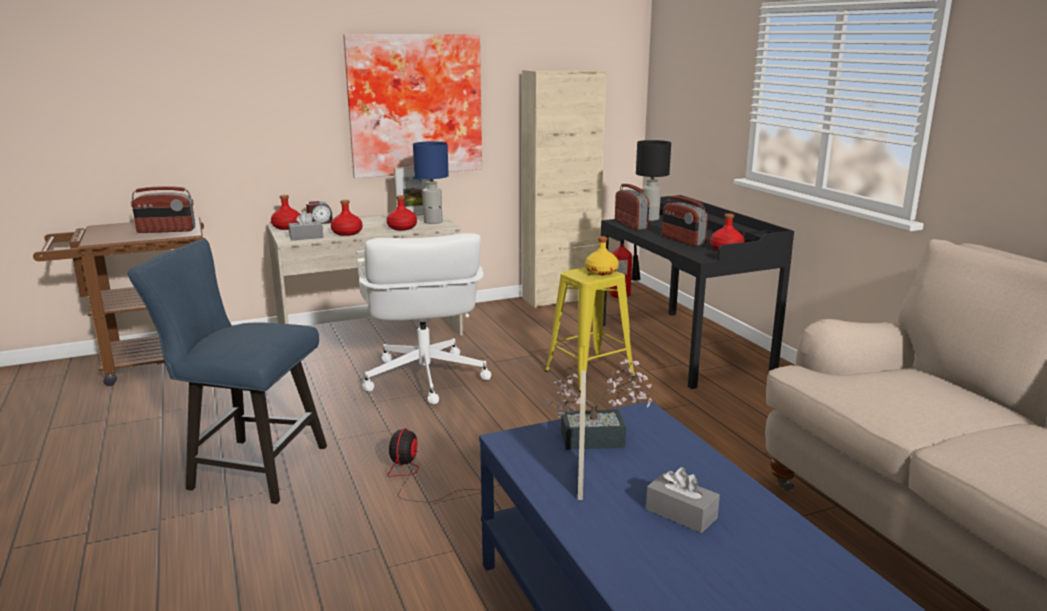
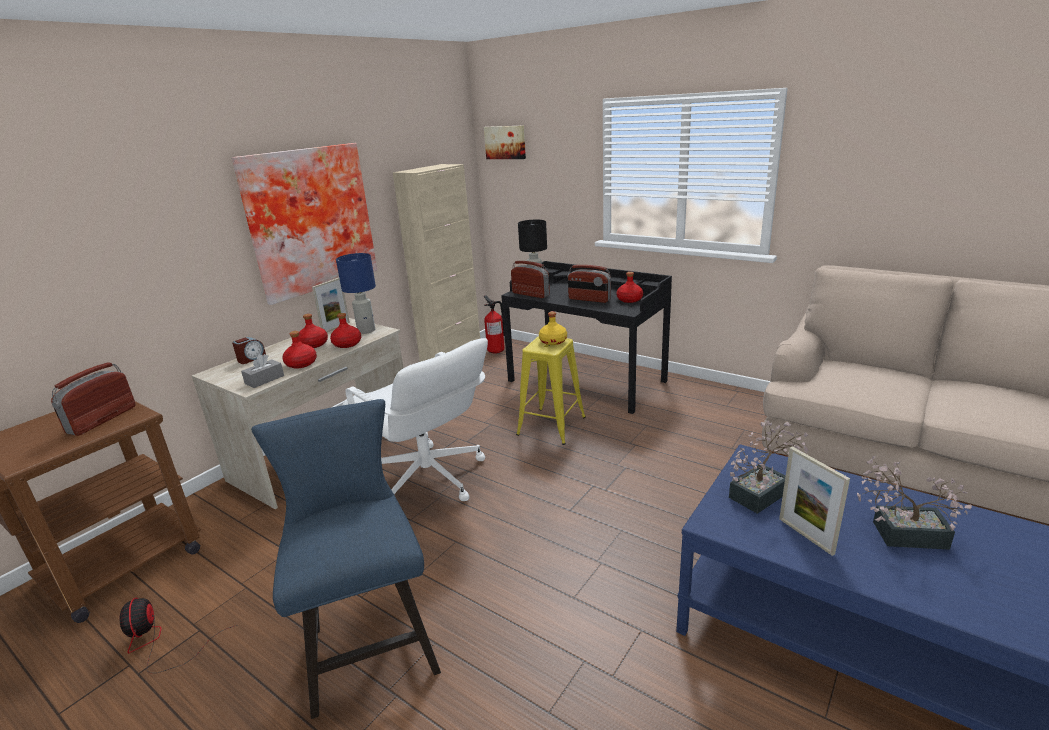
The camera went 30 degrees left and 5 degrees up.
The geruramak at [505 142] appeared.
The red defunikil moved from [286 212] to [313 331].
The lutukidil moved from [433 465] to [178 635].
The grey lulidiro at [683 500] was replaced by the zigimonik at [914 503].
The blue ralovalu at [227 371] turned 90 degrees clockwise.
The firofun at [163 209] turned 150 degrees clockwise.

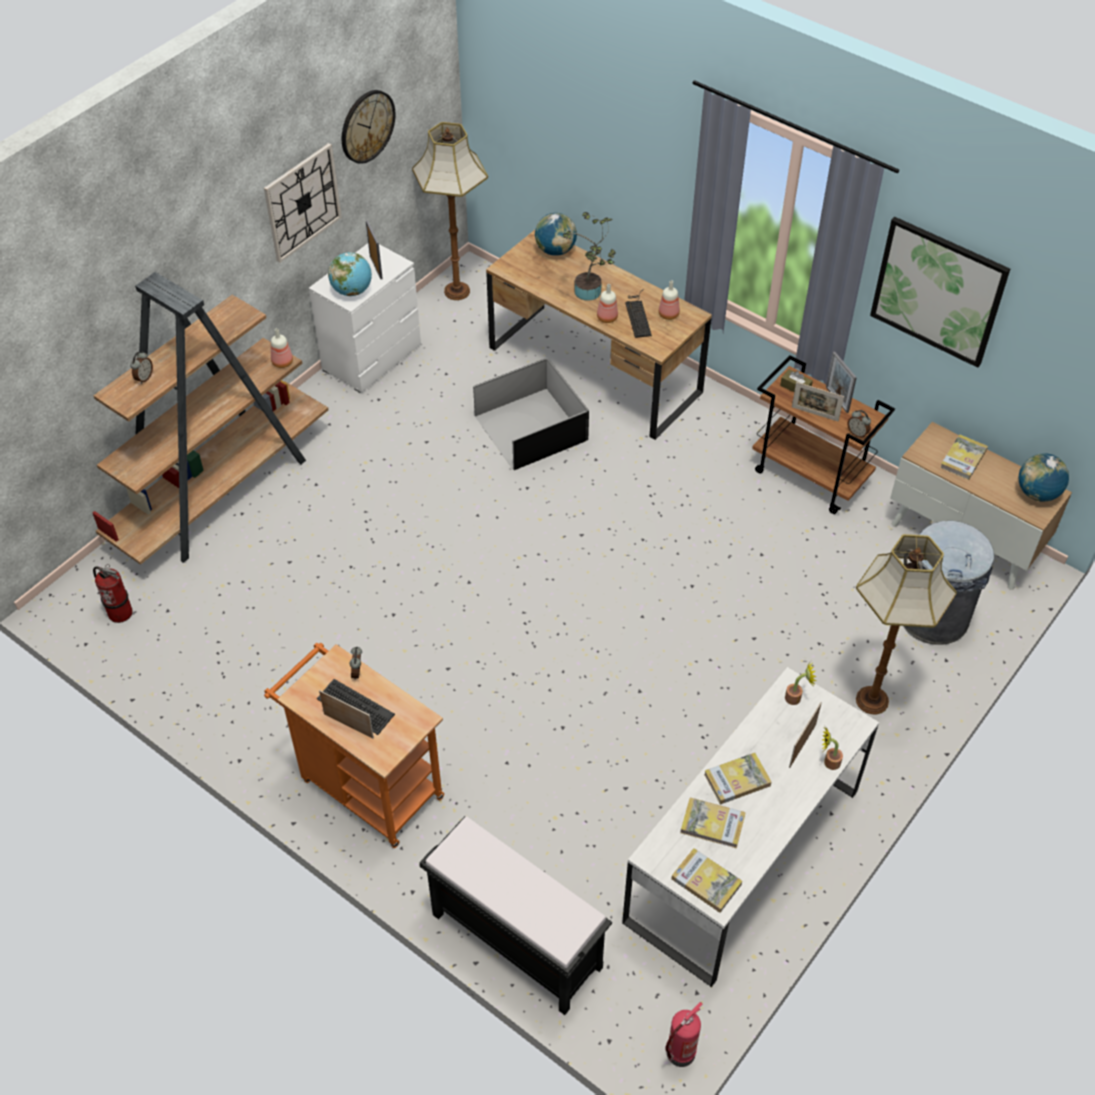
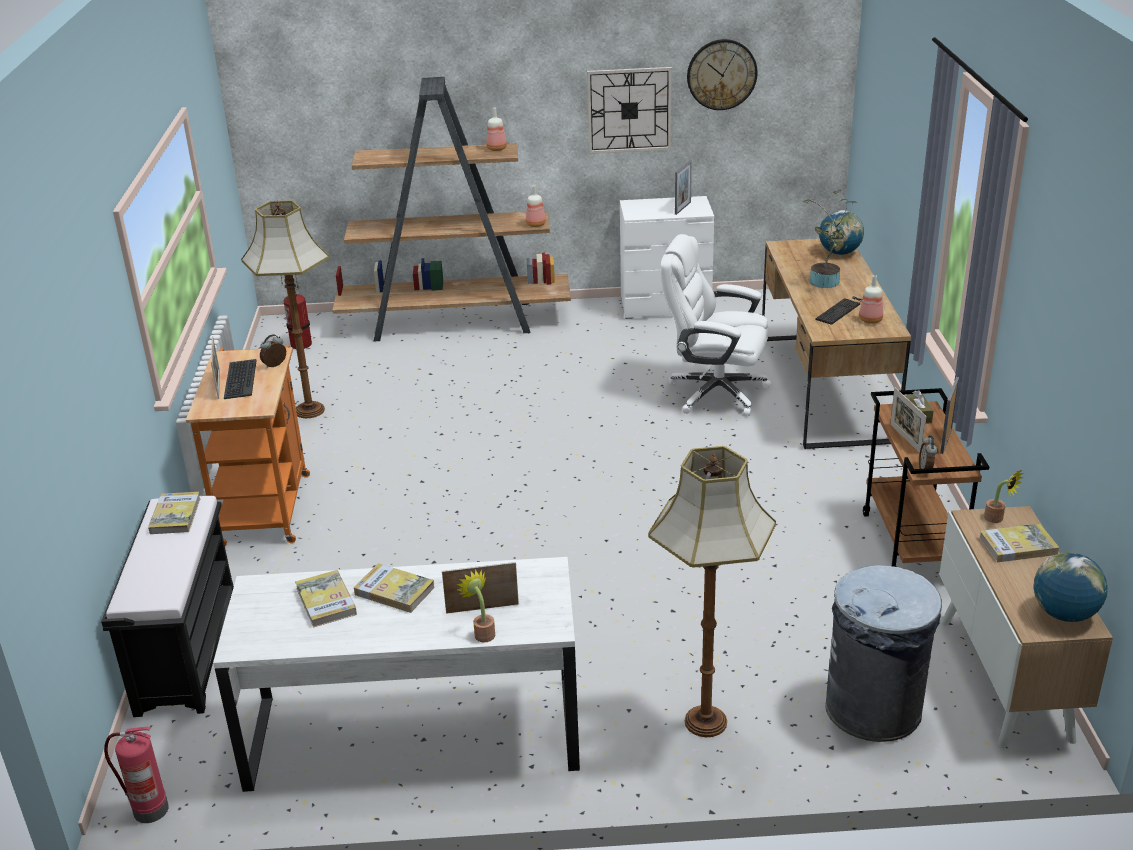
The camera went 50 degrees right and 20 degrees down.
The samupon at [141 367] disappeared.
The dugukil at [350 274] disappeared.
The geruramak at [940 292] disappeared.
The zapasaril moved from [450 211] to [285 309].
The defunikil moved from [607 303] to [496 129].
The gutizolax moved from [706 880] to [174 513].
The zigimonik moved from [800 683] to [1004 496].
The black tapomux at [531 414] was replaced by the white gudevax at [716 325].

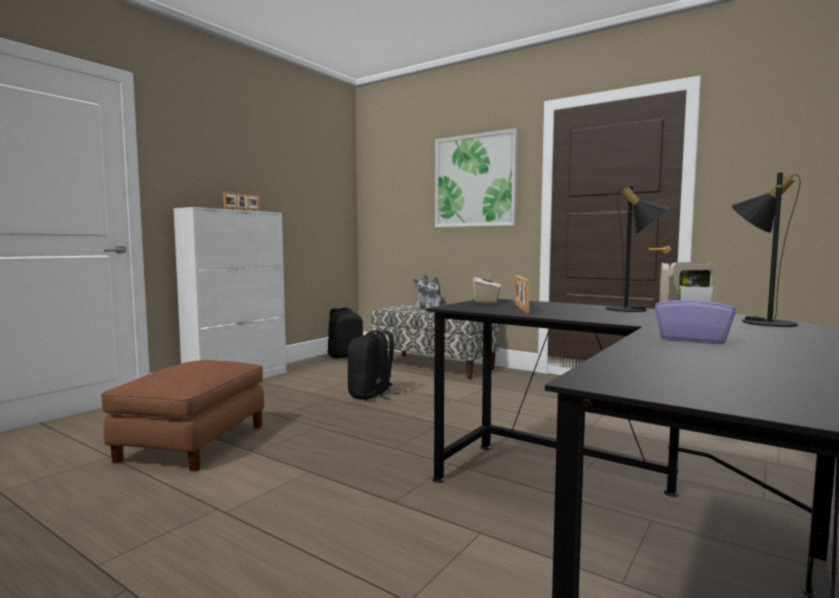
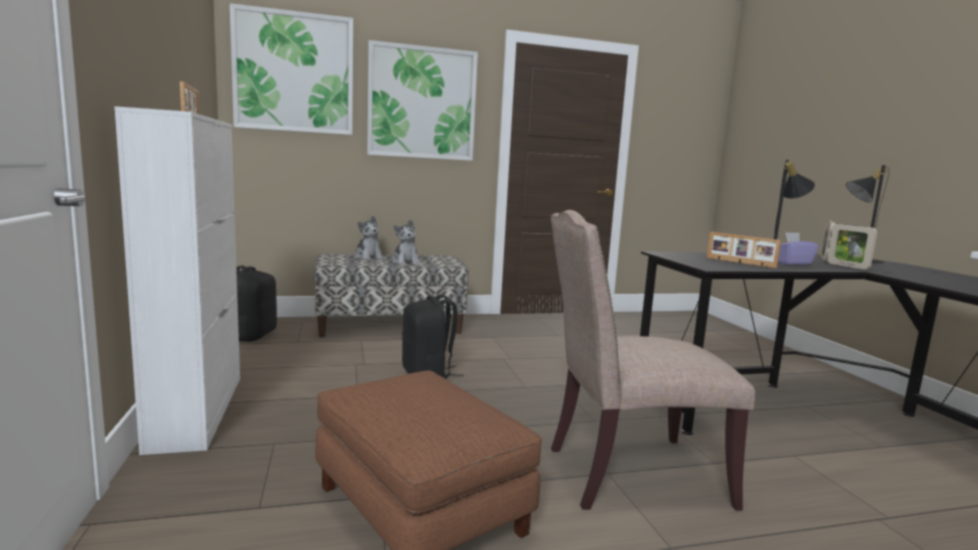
The camera went 50 degrees left and 5 degrees up.
The beige lulidiro at [487 287] disappeared.
The geruramak at [291 69] appeared.
The beige ralovalu at [653 360] appeared.
The purple lulidiro moved from [695 315] to [798 248].

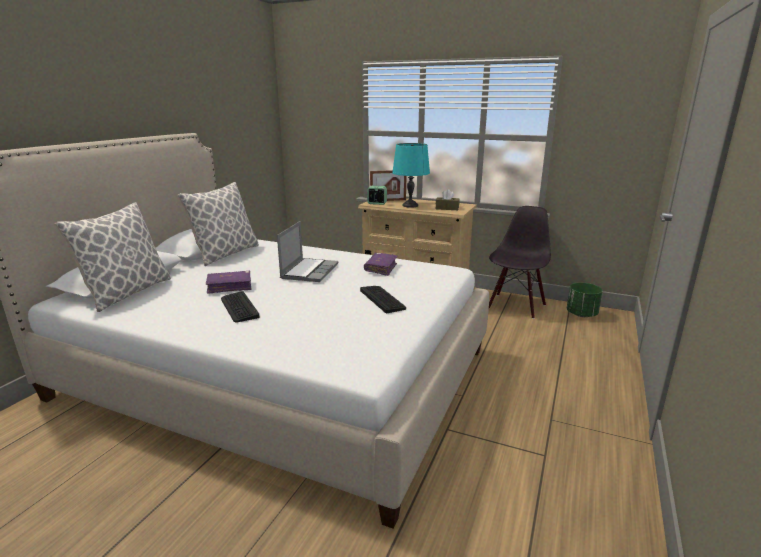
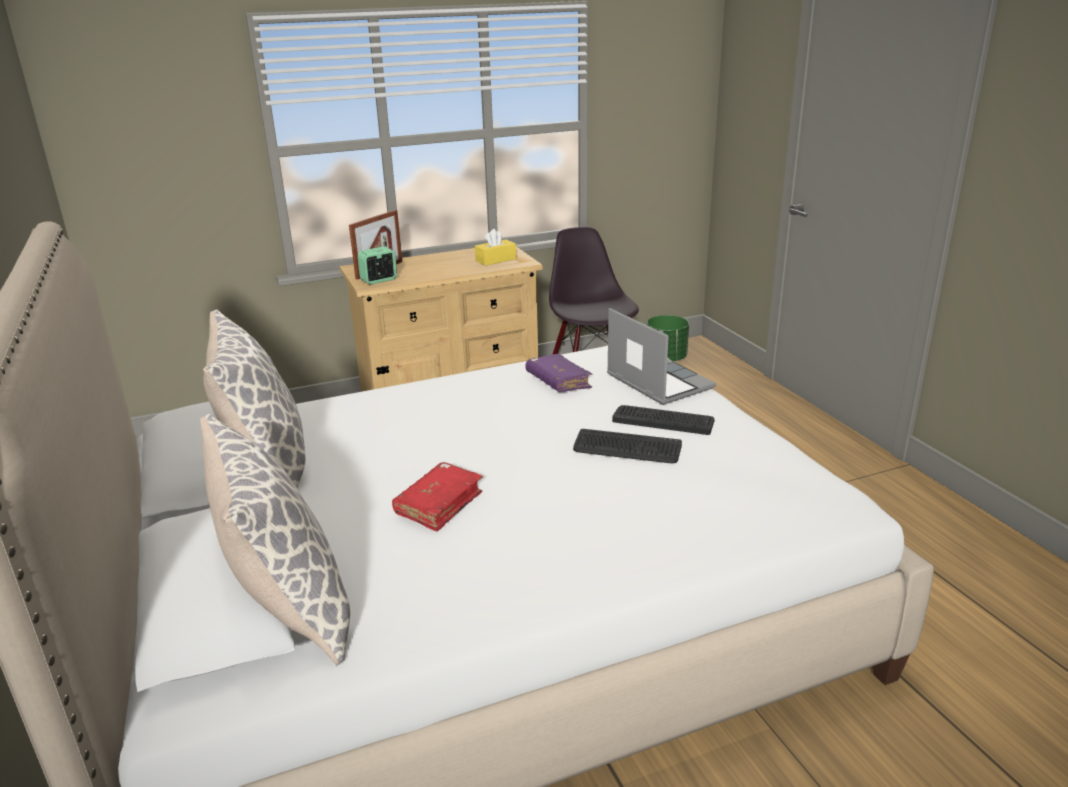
The camera went 45 degrees left and 5 degrees up.
The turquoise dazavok at [411 175] disappeared.
The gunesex moved from [240 306] to [627 446].
The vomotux moved from [307 251] to [661 356].
The purple gutizolax at [228 282] became the red gutizolax at [437 497].
The brown lulidiro at [447 199] became the yellow lulidiro at [495 247].

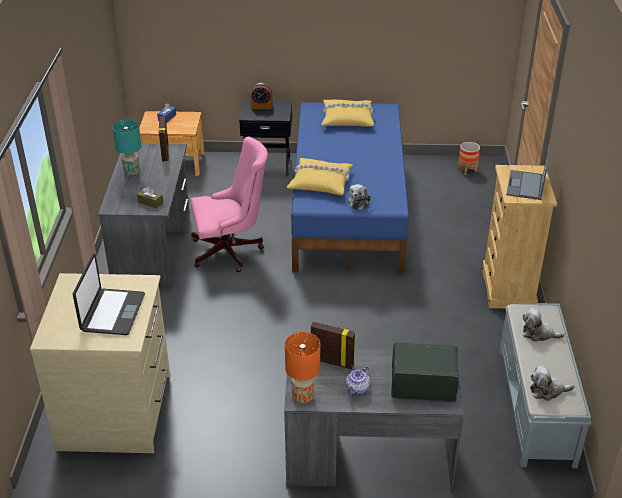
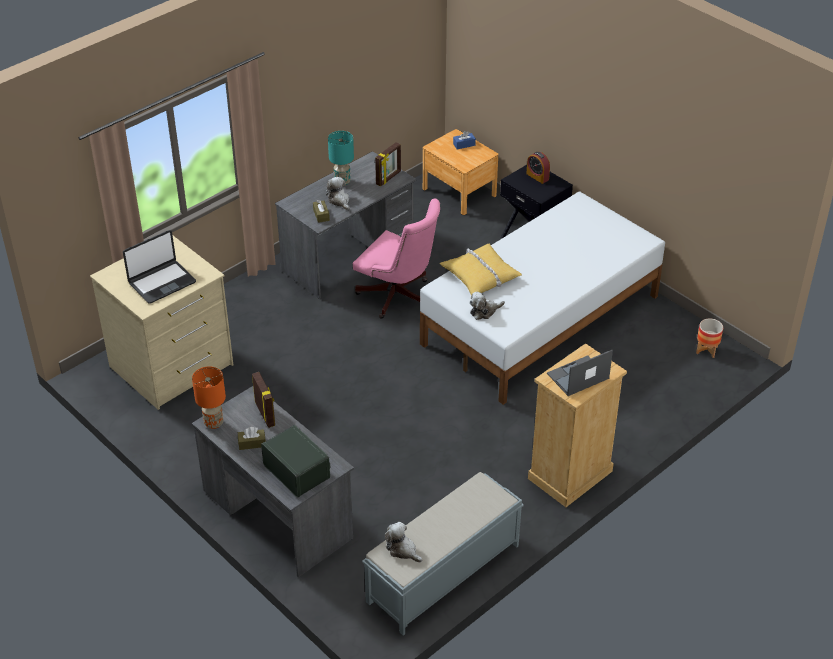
The camera went 45 degrees right and 5 degrees up.
The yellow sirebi at [347 113] disappeared.
The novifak moved from [544 325] to [338 193].
The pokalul at [357 380] was replaced by the brown lulidiro at [252 438].
The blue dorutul at [350 188] became the white dorutul at [542 298].

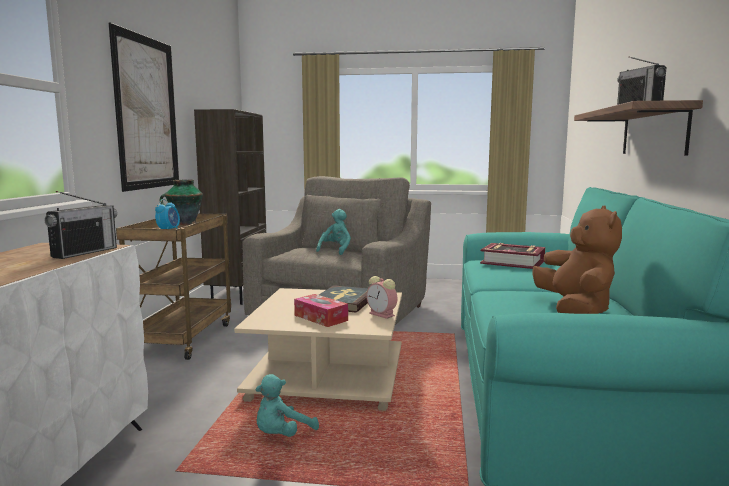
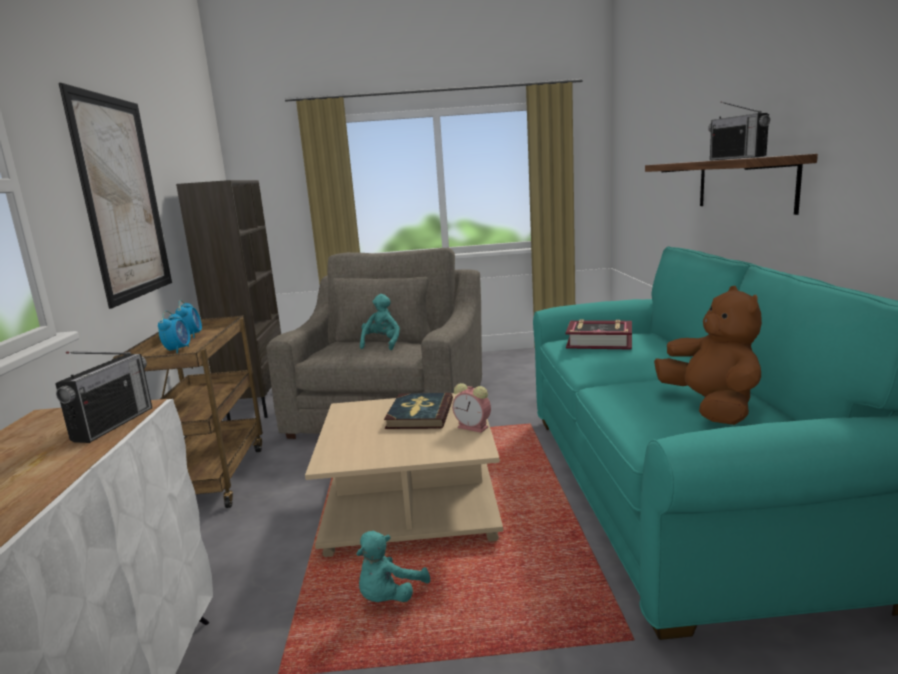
The camera went 10 degrees left and 5 degrees up.
The lulidiro at [321 310] disappeared.
The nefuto at [181 202] was replaced by the samupon at [189 319].

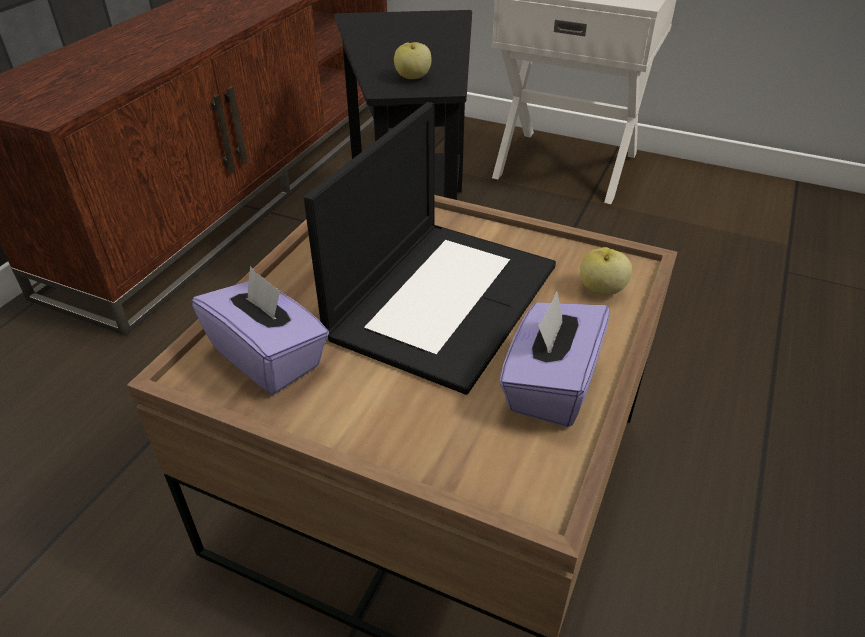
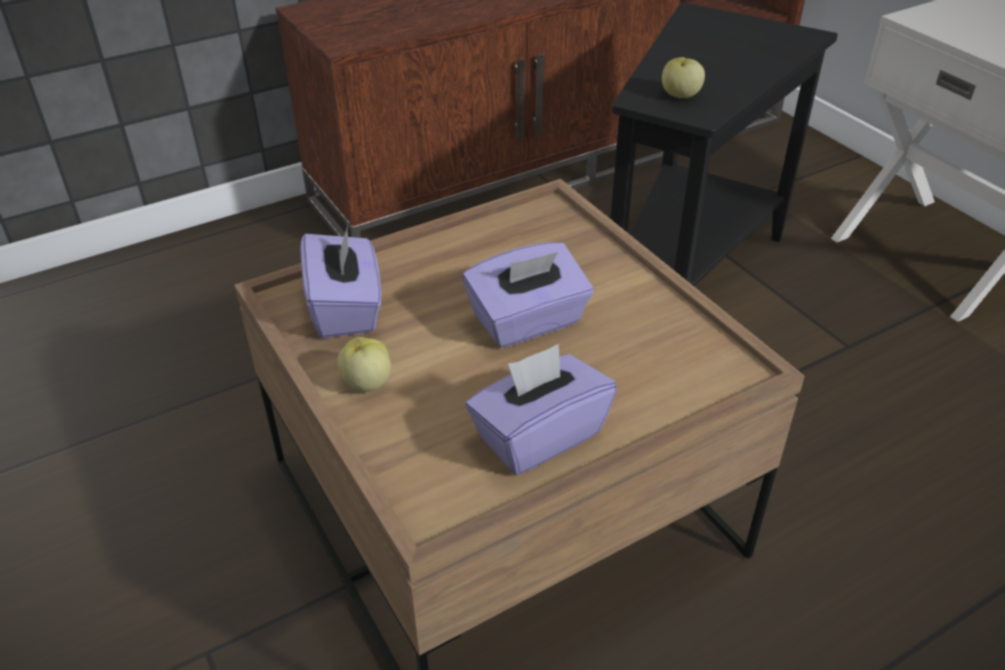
The camera went 35 degrees right and 0 degrees up.
The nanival moved from [606 271] to [364 364].
The vomotux at [430 248] was replaced by the purple lulidiro at [528 294].

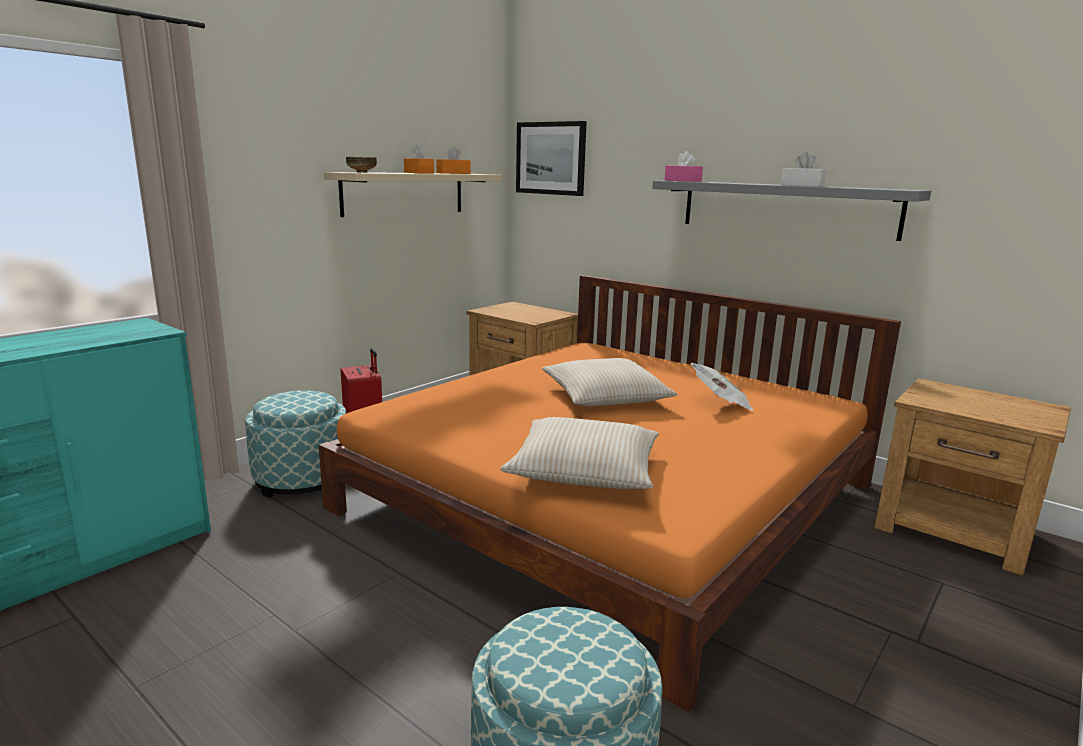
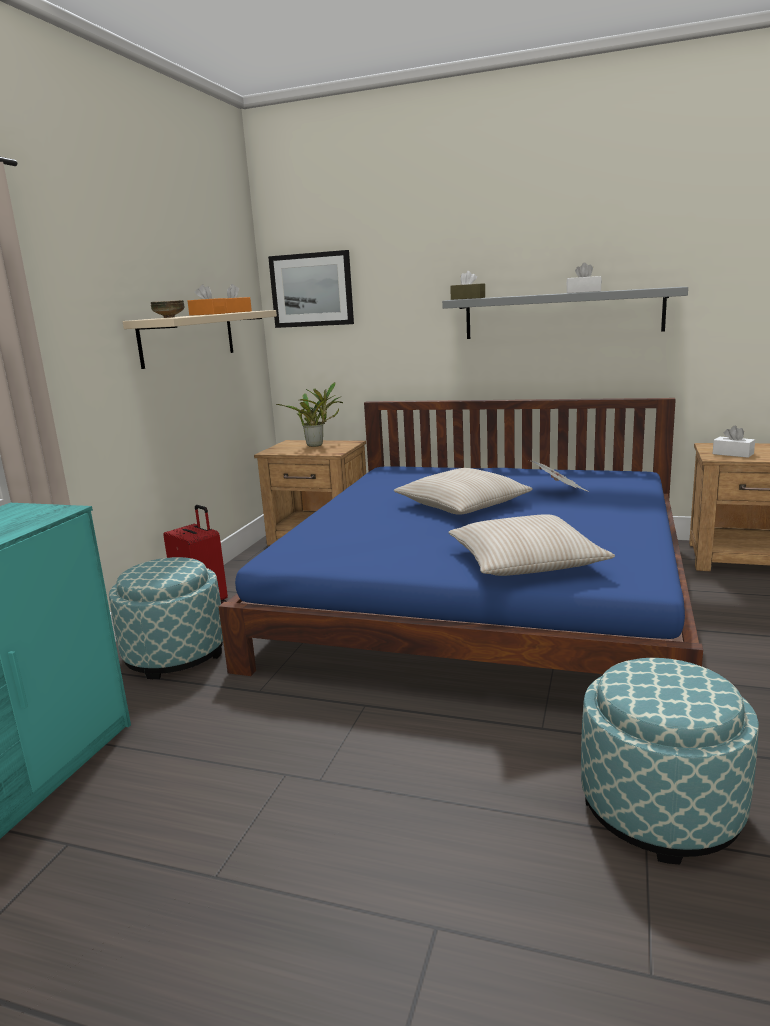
The camera went 20 degrees left and 0 degrees up.
The zigimonik at [309 414] appeared.
The white lulidiro at [734 442] appeared.
The orange dorutul at [610 493] became the blue dorutul at [460 537].
The pink lulidiro at [684 166] became the brown lulidiro at [467 285].

